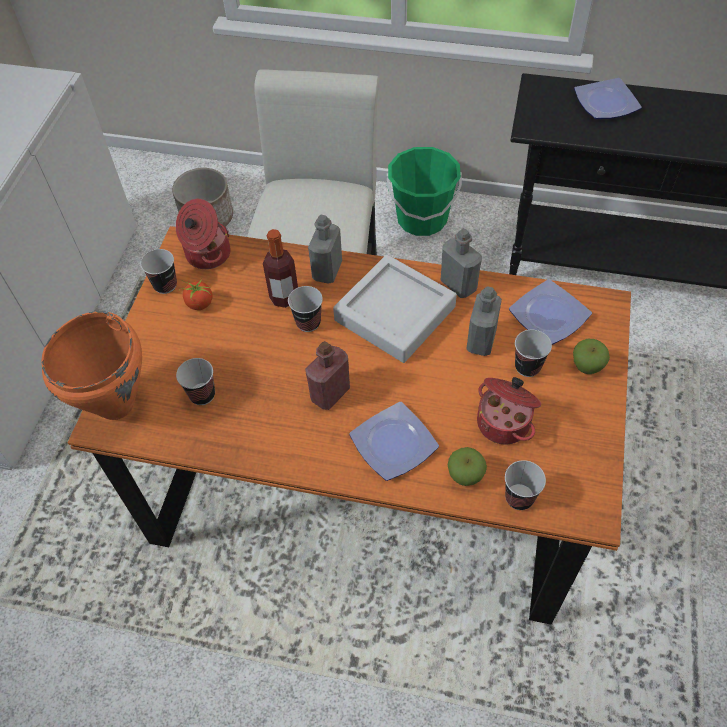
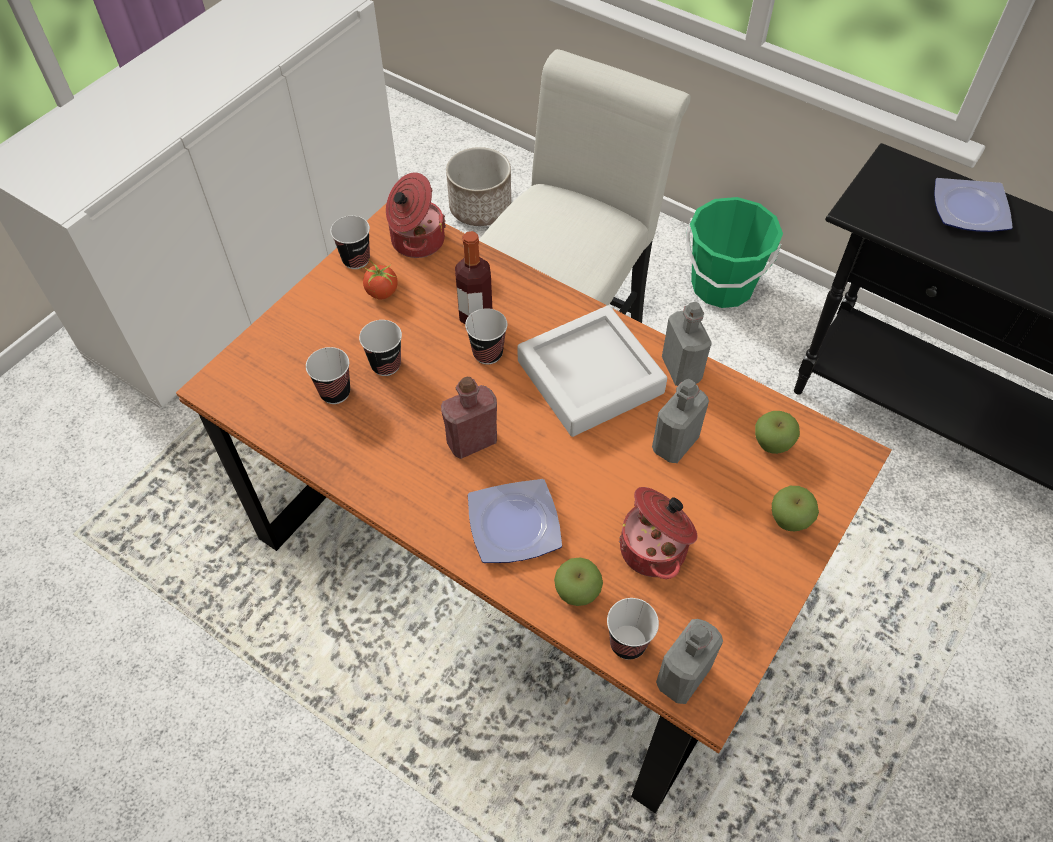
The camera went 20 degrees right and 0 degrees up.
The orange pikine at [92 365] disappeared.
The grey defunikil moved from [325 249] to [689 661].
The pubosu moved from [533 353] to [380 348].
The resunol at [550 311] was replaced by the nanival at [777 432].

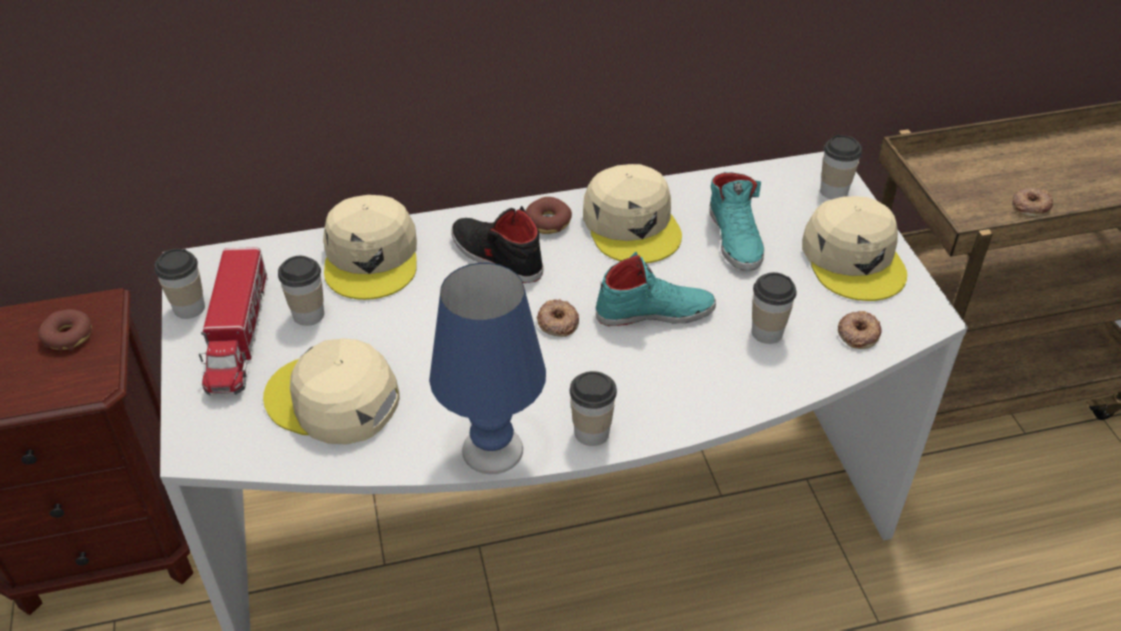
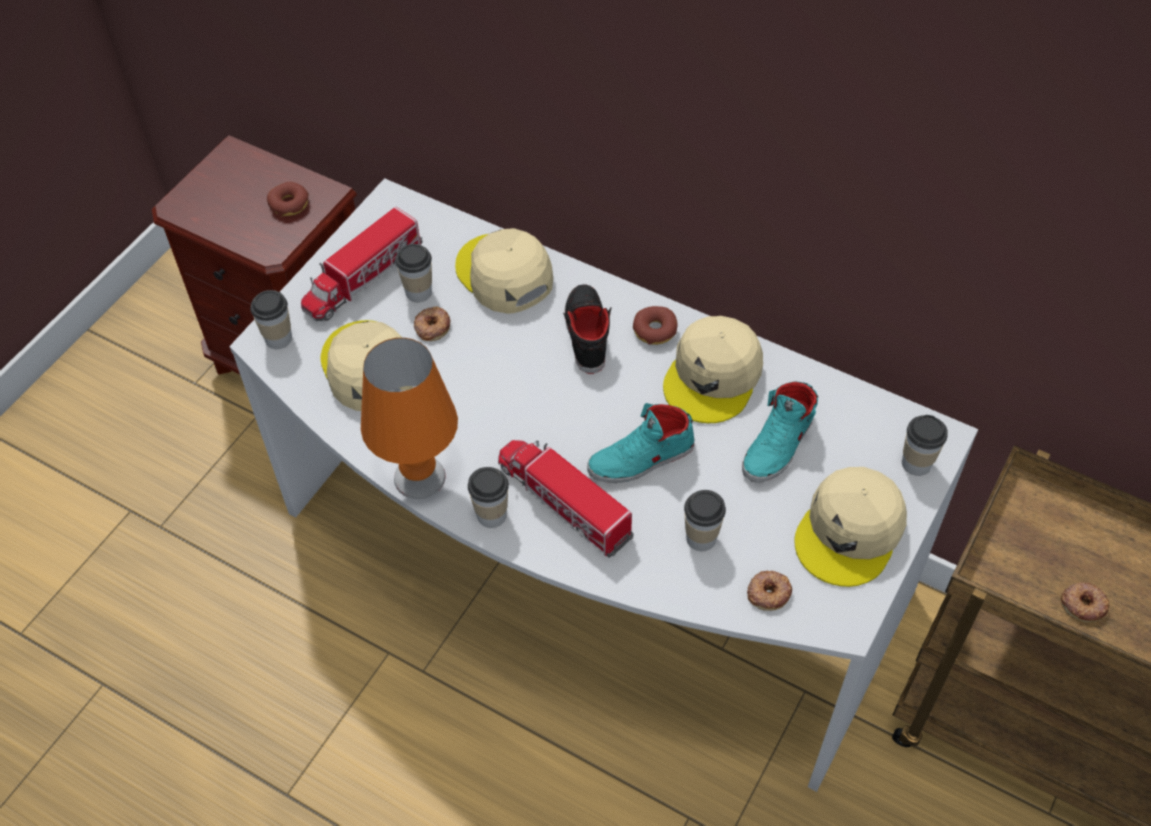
The camera went 45 degrees right and 10 degrees up.
The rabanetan at [566 499] appeared.
The pubosu moved from [179 284] to [271 319].
The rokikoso moved from [557 318] to [432 324].
The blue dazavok at [487 368] became the orange dazavok at [409 418].
The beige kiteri at [370 247] turned 105 degrees clockwise.
The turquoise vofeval at [655 289] turned 120 degrees clockwise.

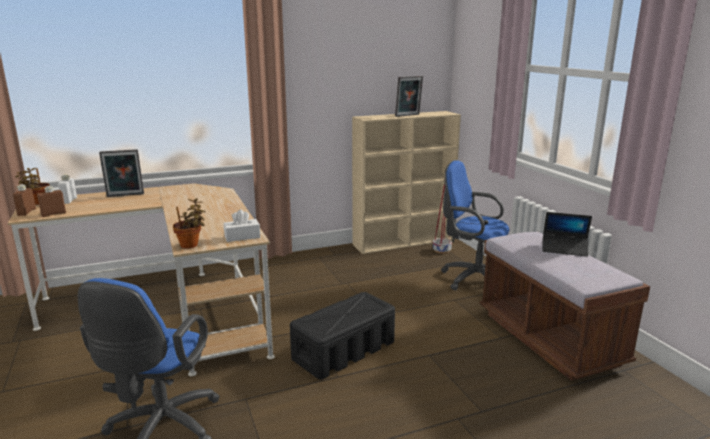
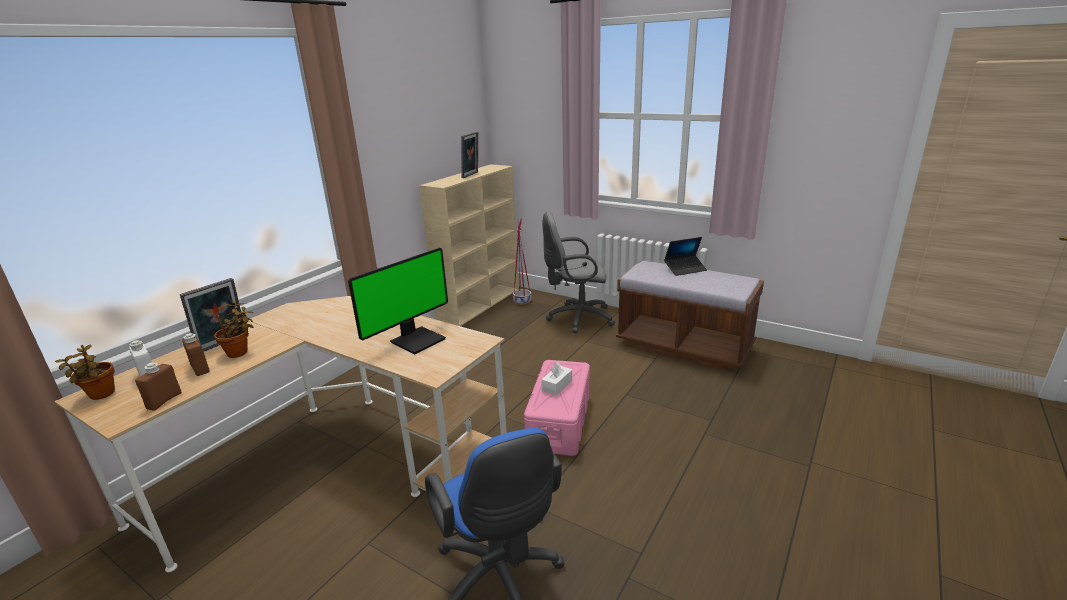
The camera went 35 degrees left and 5 degrees up.
The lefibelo at [398 301] appeared.
The brown defunikil moved from [24 200] to [196 354].
The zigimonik moved from [189 223] to [233 329].
The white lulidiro moved from [242 226] to [556 379].
The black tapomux at [342 335] became the pink tapomux at [557 408].
The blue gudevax at [475 225] became the grey gudevax at [578 272].

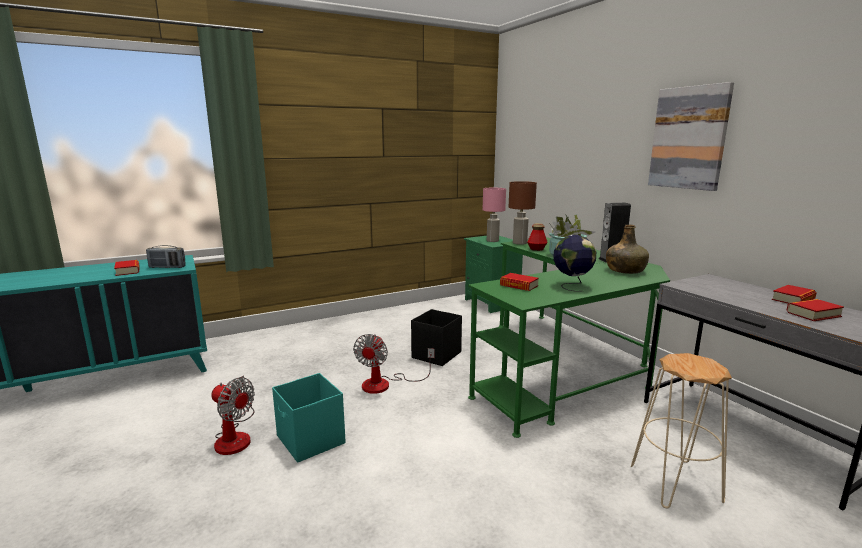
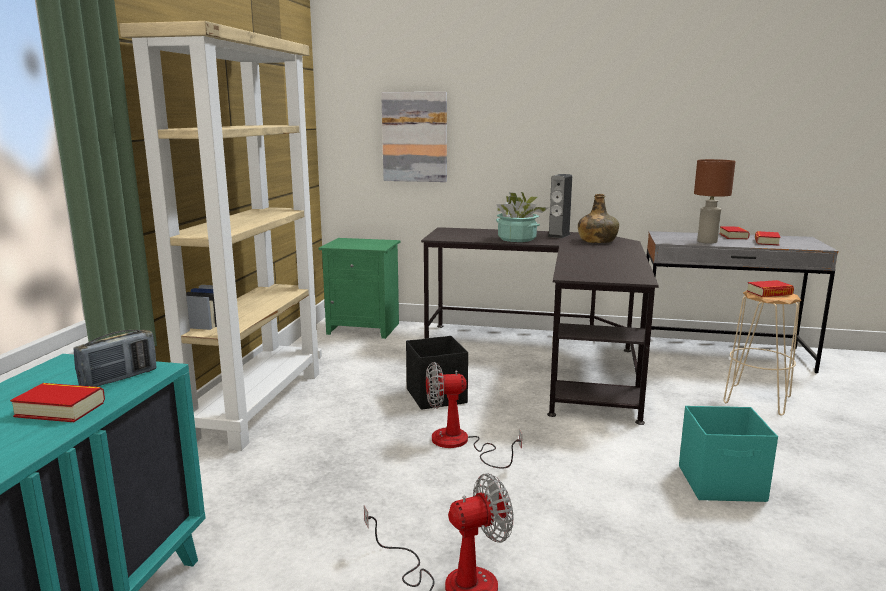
The camera went 50 degrees left and 0 degrees up.
The pink dazavok at [494 215] disappeared.
The defunikil at [537 237] disappeared.
The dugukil at [574 263] disappeared.
The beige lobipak at [220 236] appeared.
The turquoise tapomux moved from [309 418] to [728 454].
The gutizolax moved from [519 282] to [770 288].
The brown dazavok moved from [523 213] to [715 201].
The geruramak moved from [691 136] to [414 137].
The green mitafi at [569 337] became the black mitafi at [540 326].
The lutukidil at [394 364] turned 120 degrees clockwise.

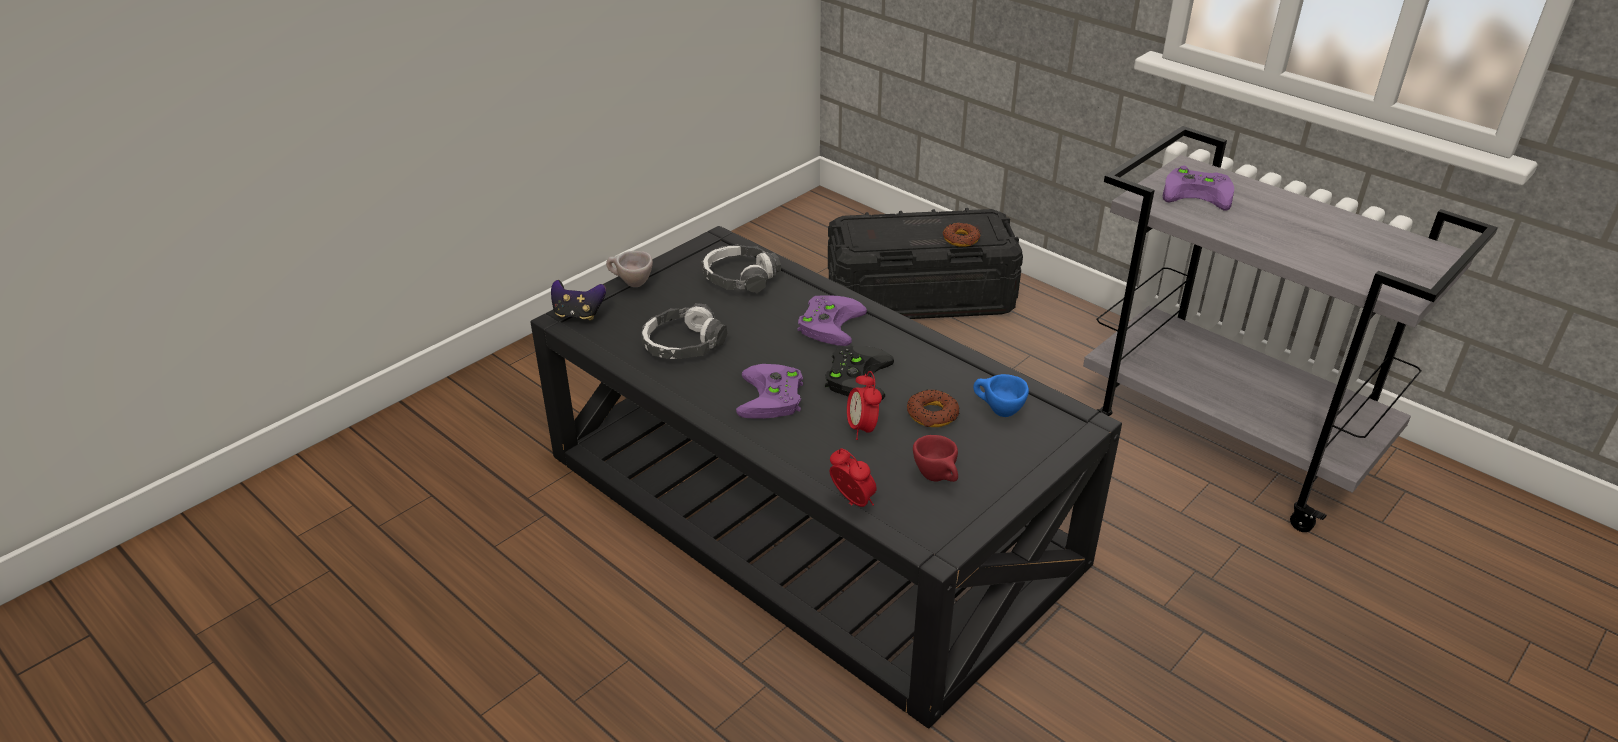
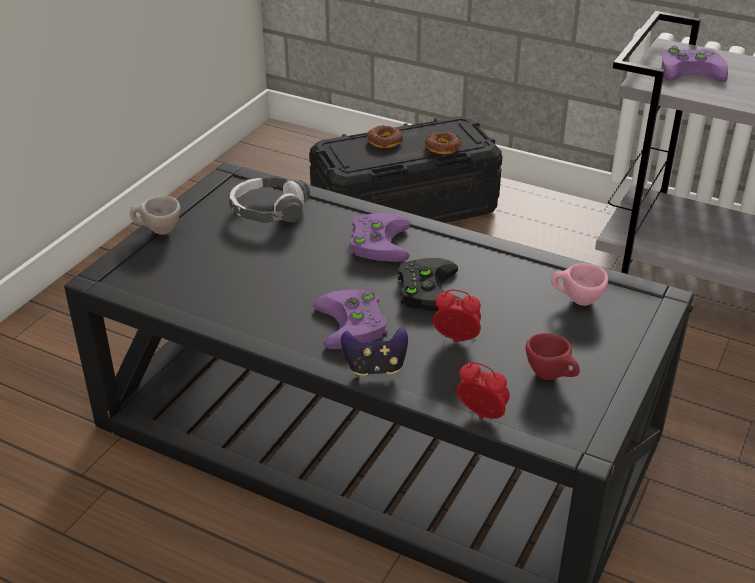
The camera went 15 degrees left and 0 degrees up.
The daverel at [684 331] disappeared.
The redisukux moved from [578 300] to [374 352].
The rokikoso moved from [933 408] to [385 136].
The blue pubosu at [1001 395] became the pink pubosu at [579 284].
The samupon at [864 405] turned 135 degrees clockwise.

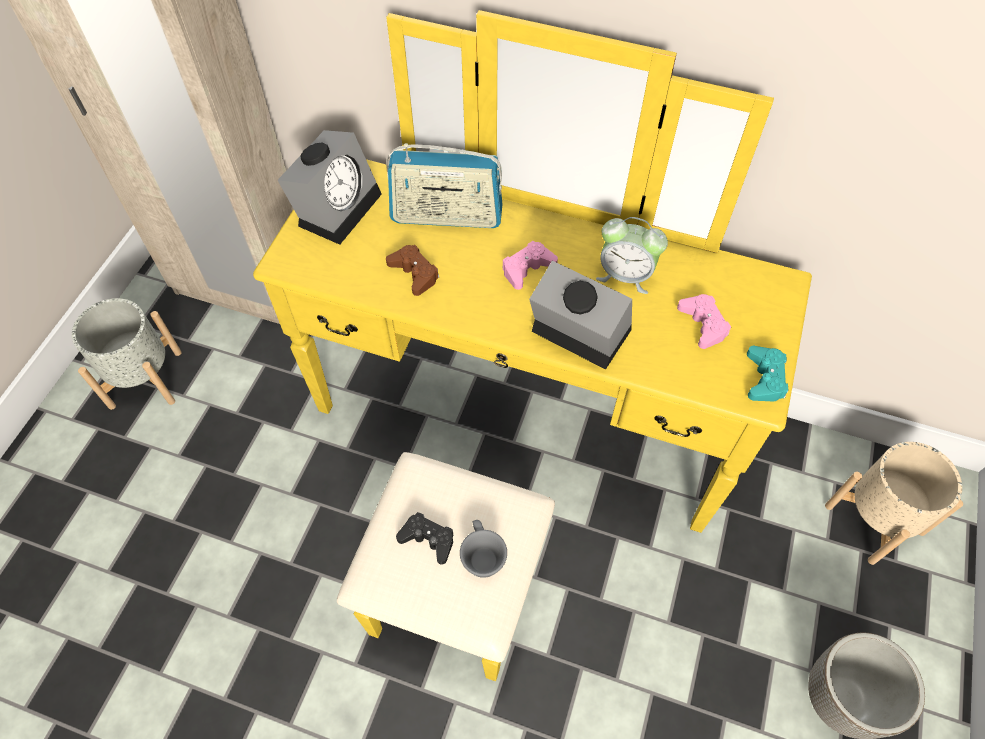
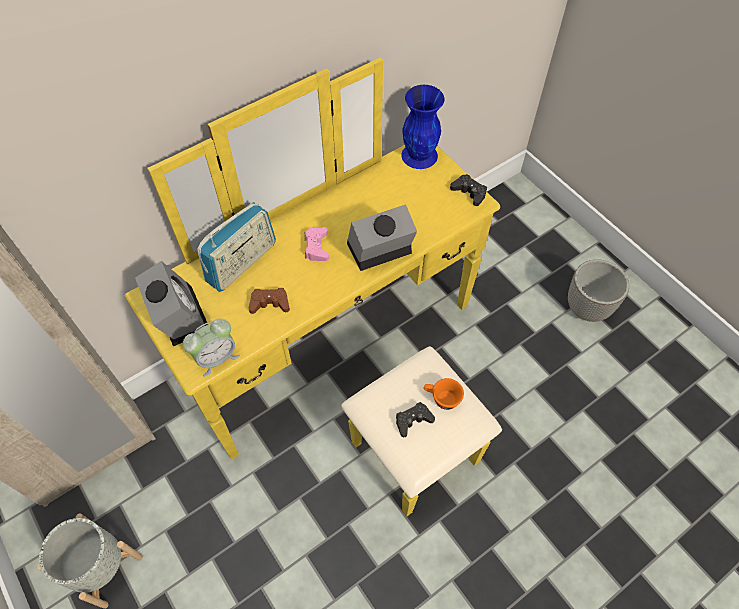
The camera went 55 degrees left and 0 degrees up.
The pink redisukux at [704 321] disappeared.
The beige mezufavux at [894 503] disappeared.
The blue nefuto at [423 127] appeared.
The samupon moved from [632 255] to [211 347].
The grey pubosu at [483 549] became the orange pubosu at [444 394].
The turquoise redisukux at [767 373] became the black redisukux at [468 190].

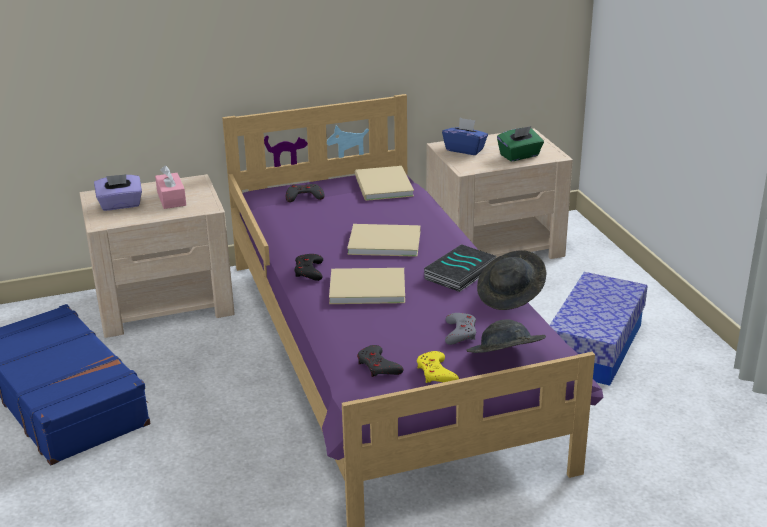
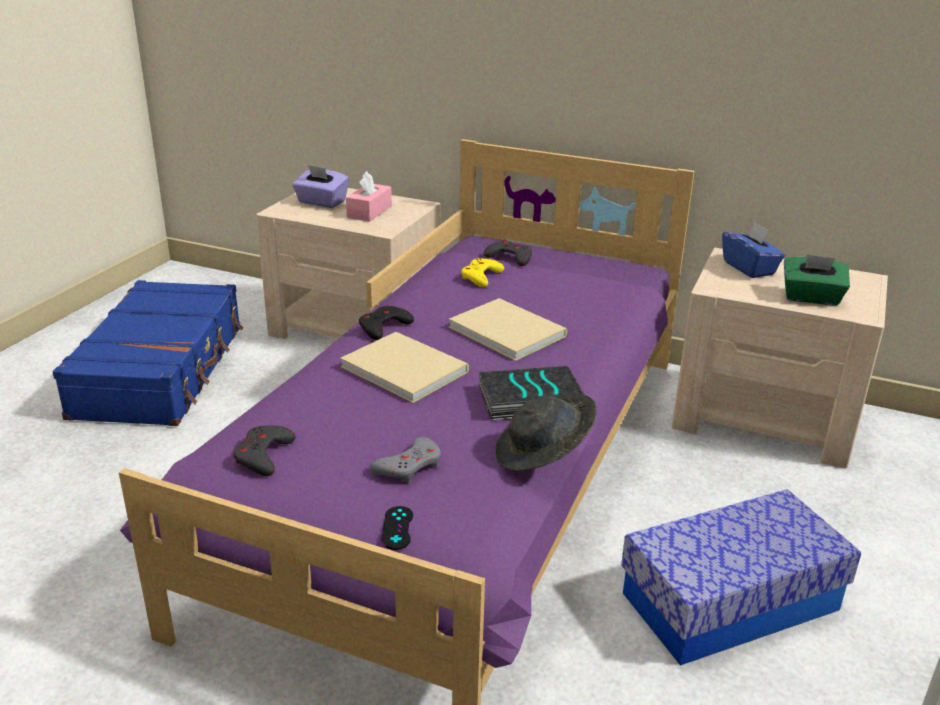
The camera went 40 degrees right and 0 degrees up.
The beige gutizolax at [384 183] disappeared.
The yellow redisukux moved from [438 367] to [482 272].
The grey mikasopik at [506 336] was replaced by the black redisukux at [397 528].

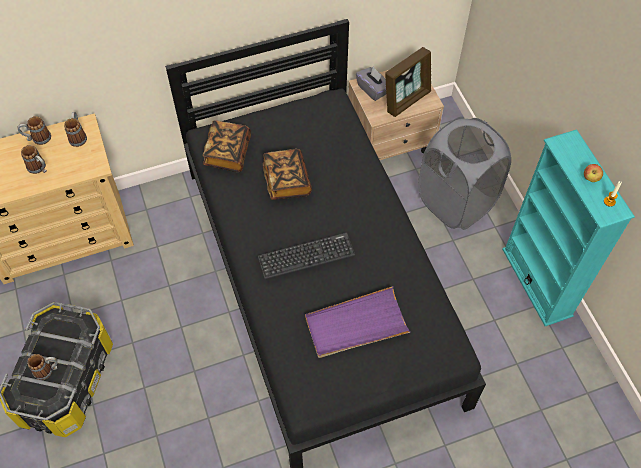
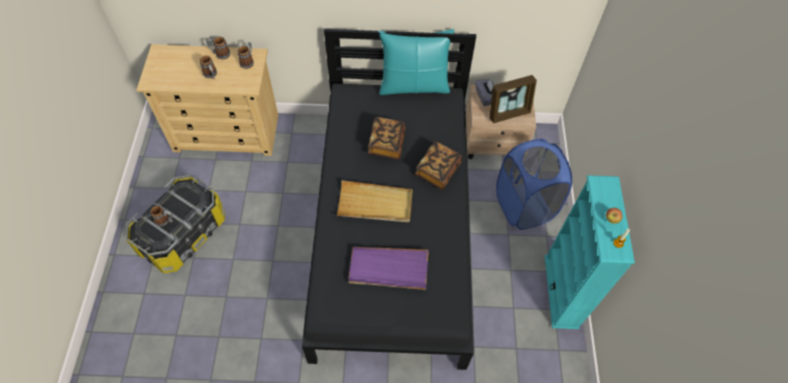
The camera went 20 degrees right and 0 degrees up.
The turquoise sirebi at [416 62] appeared.
The gutizolax moved from [227 146] to [438 165].
The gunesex at [306 256] was replaced by the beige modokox at [374 201].
The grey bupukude at [464 173] became the blue bupukude at [534 184].

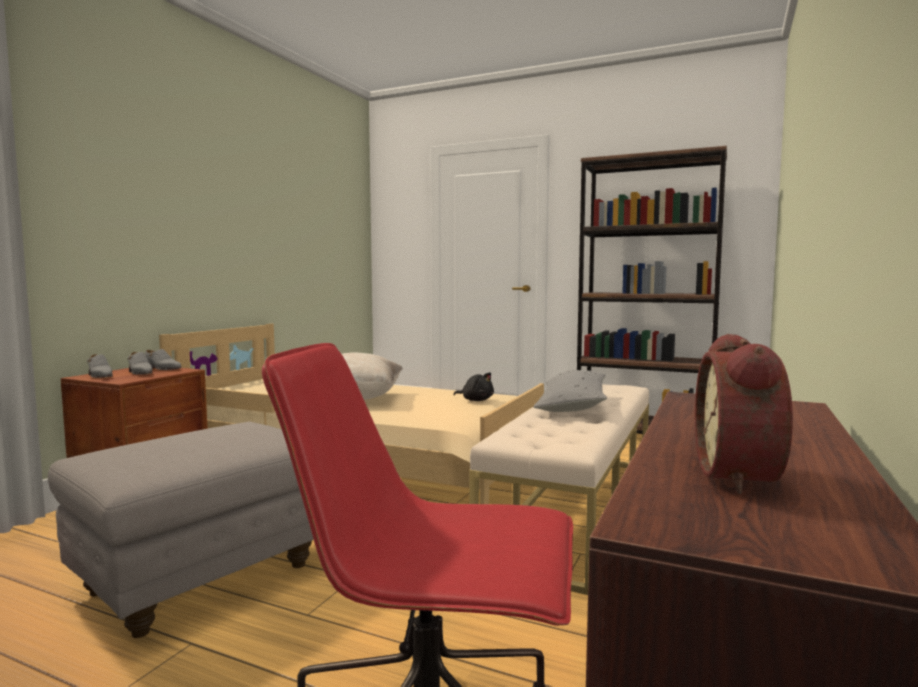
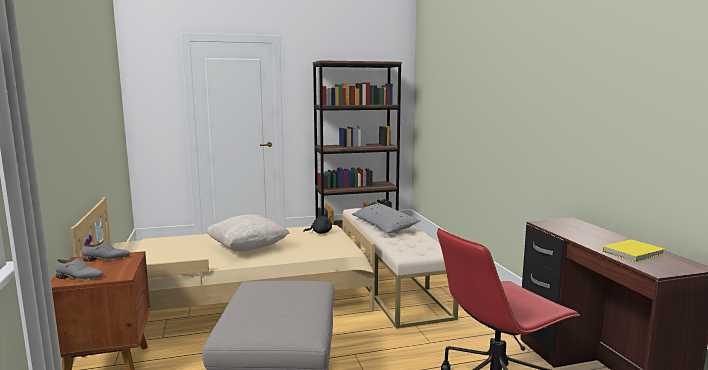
The camera went 40 degrees left and 5 degrees up.
The grey vofeval at [140 363] disappeared.
The samupon at [744 414] was replaced by the yellow gutizolax at [633 250].

